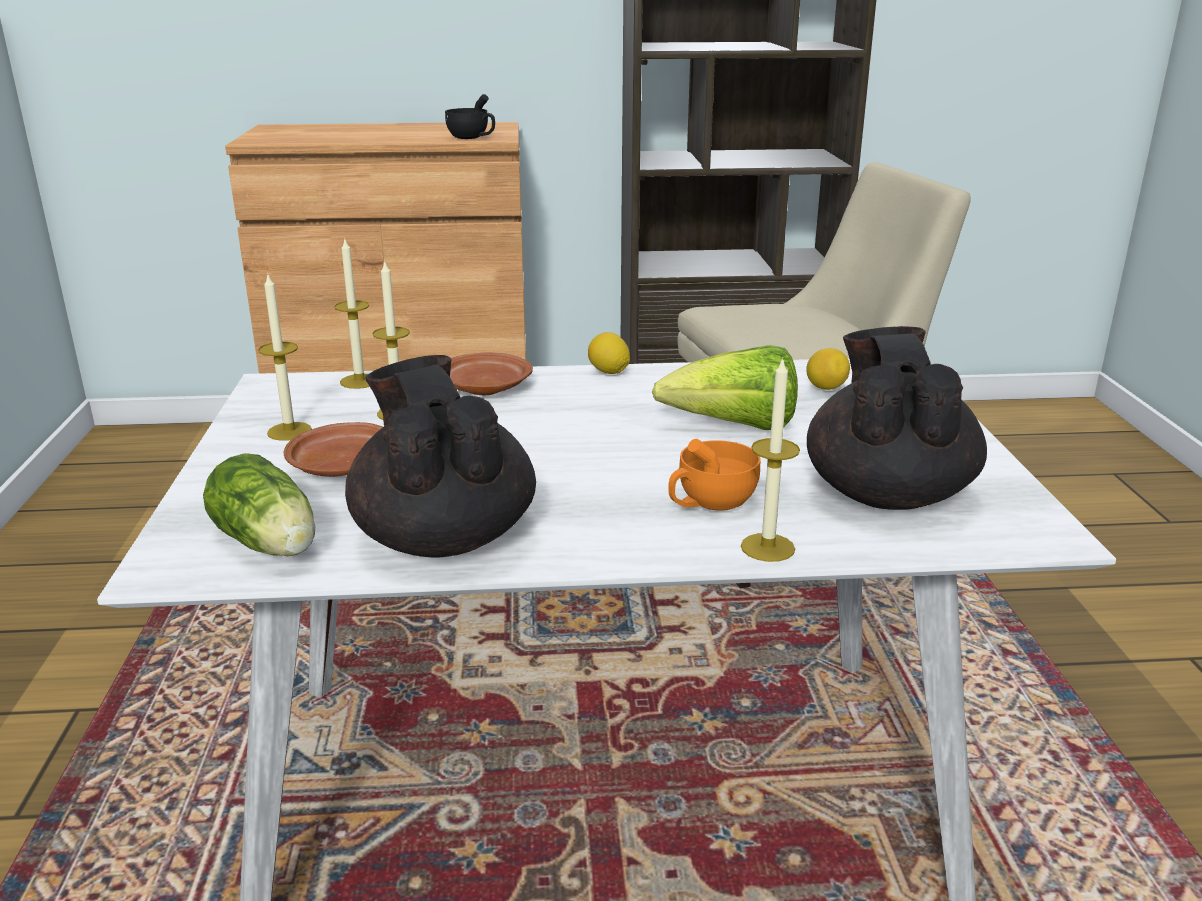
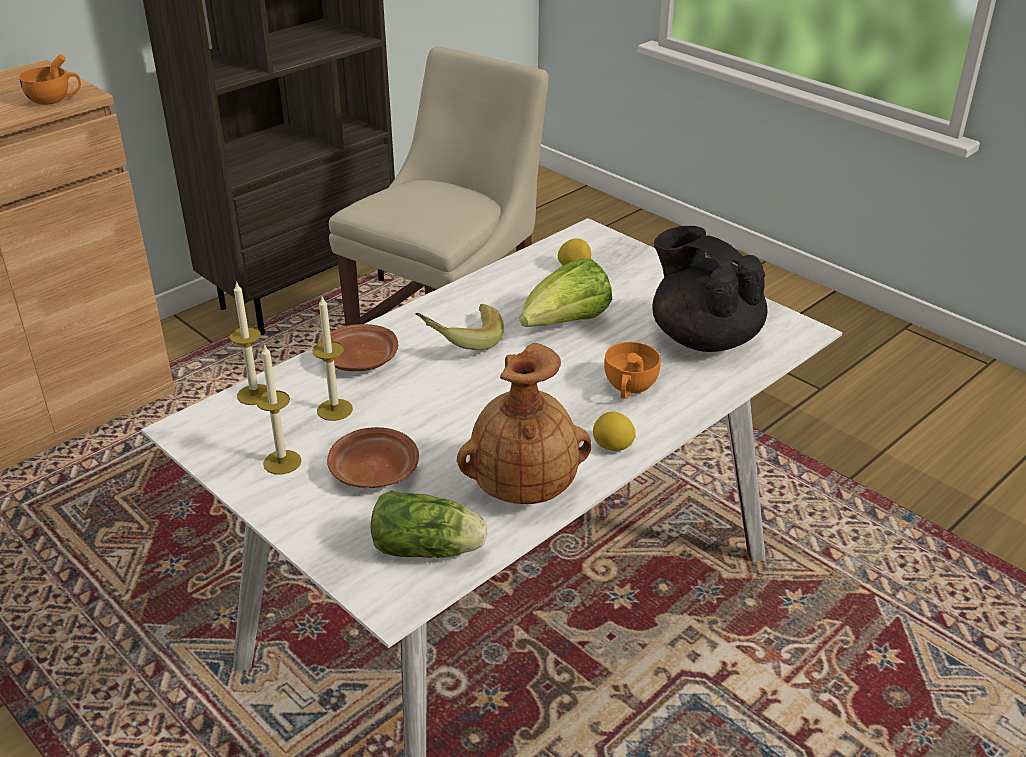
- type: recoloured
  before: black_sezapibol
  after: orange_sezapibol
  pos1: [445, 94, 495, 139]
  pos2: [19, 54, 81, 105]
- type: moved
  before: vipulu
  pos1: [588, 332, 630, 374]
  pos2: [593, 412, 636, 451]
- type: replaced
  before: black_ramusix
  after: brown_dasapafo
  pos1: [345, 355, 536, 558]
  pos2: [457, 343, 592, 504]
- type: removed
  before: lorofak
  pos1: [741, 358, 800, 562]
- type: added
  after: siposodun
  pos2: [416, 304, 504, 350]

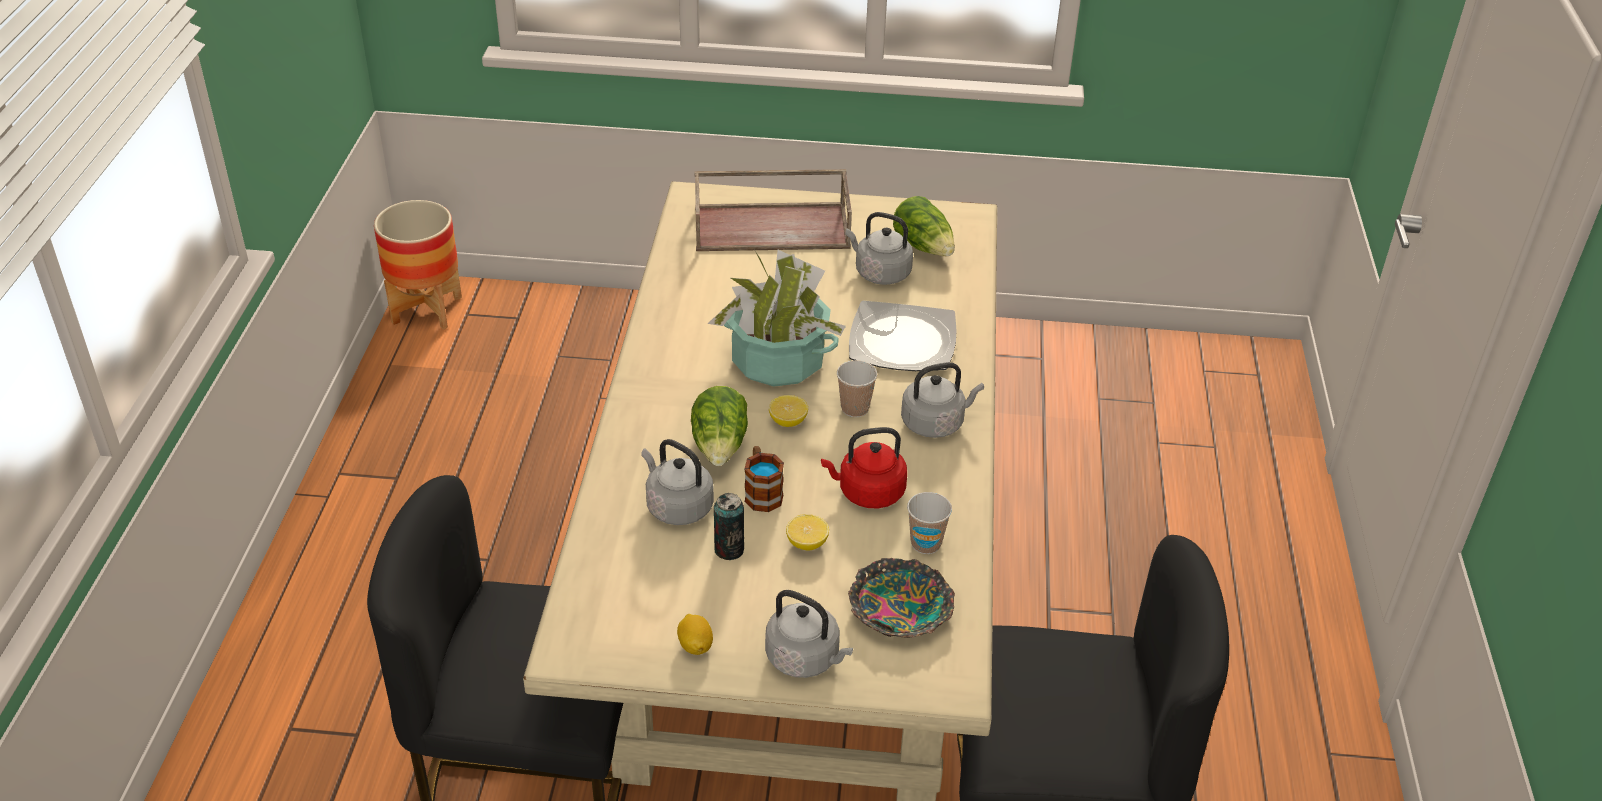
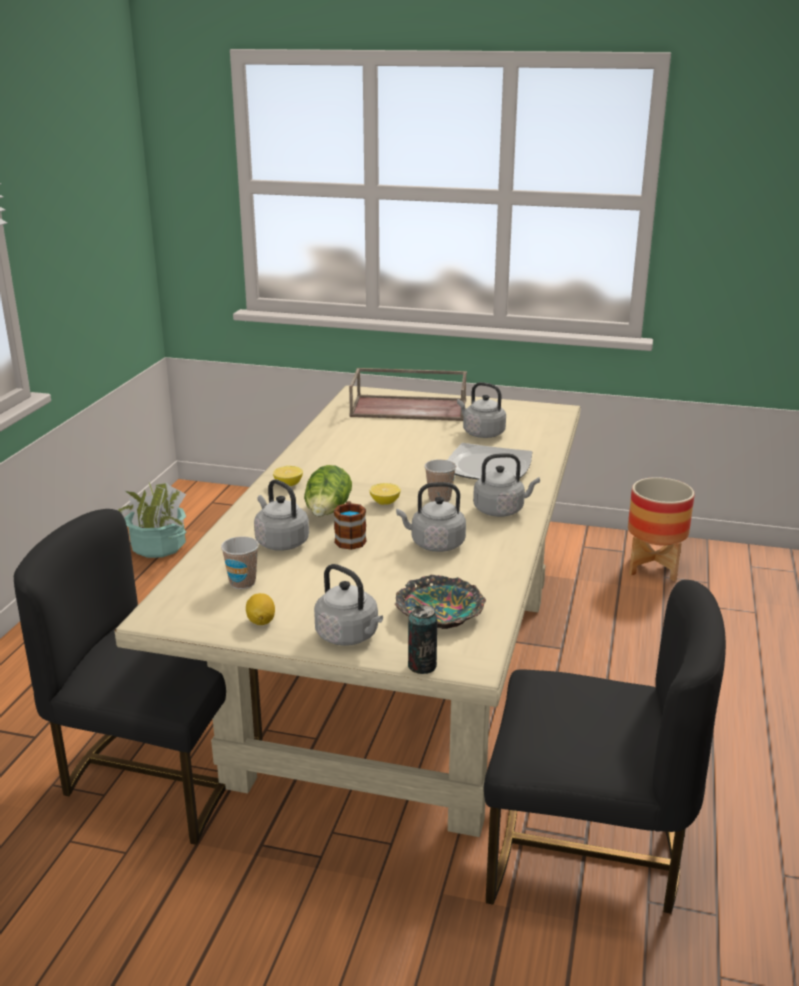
- type: removed
  before: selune
  pos1: [893, 196, 955, 256]
- type: moved
  before: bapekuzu
  pos1: [374, 200, 462, 329]
  pos2: [628, 477, 695, 581]
- type: moved
  before: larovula
  pos1: [707, 250, 846, 387]
  pos2: [117, 482, 186, 558]
- type: recoloured
  before: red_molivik
  after: grey_molivik
  pos1: [821, 427, 907, 508]
  pos2: [396, 482, 466, 552]
- type: moved
  before: sezapibol
  pos1: [907, 492, 952, 554]
  pos2: [221, 536, 259, 589]
- type: moved
  before: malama
  pos1: [714, 493, 744, 560]
  pos2: [408, 605, 437, 674]
- type: moved
  before: vipulu
  pos1: [786, 514, 829, 551]
  pos2: [273, 466, 303, 486]

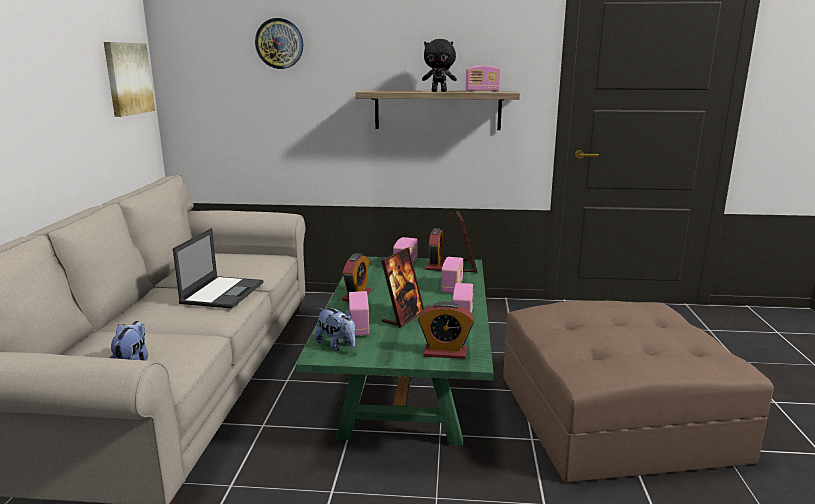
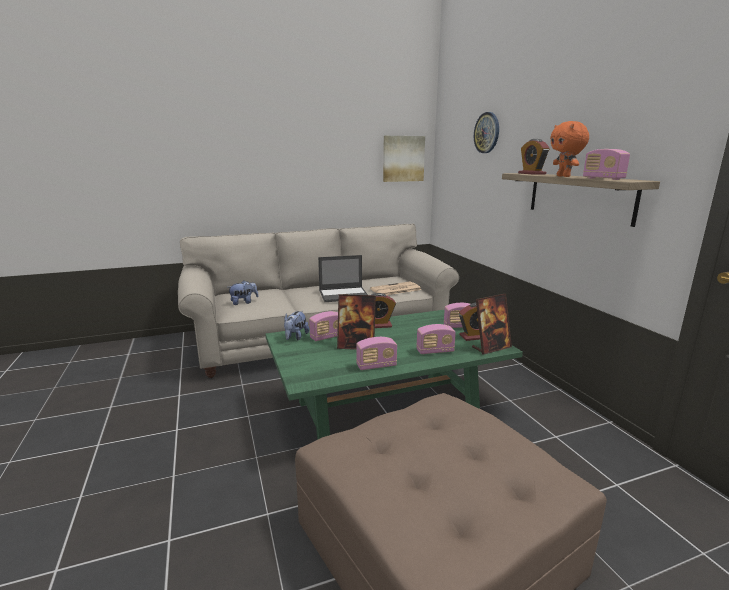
- type: recoloured
  before: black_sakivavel
  after: orange_sakivavel
  pos1: [422, 39, 457, 92]
  pos2: [550, 121, 589, 177]
- type: moved
  before: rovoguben
  pos1: [418, 301, 474, 359]
  pos2: [518, 139, 550, 175]
- type: added
  after: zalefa
  pos2: [370, 281, 422, 295]

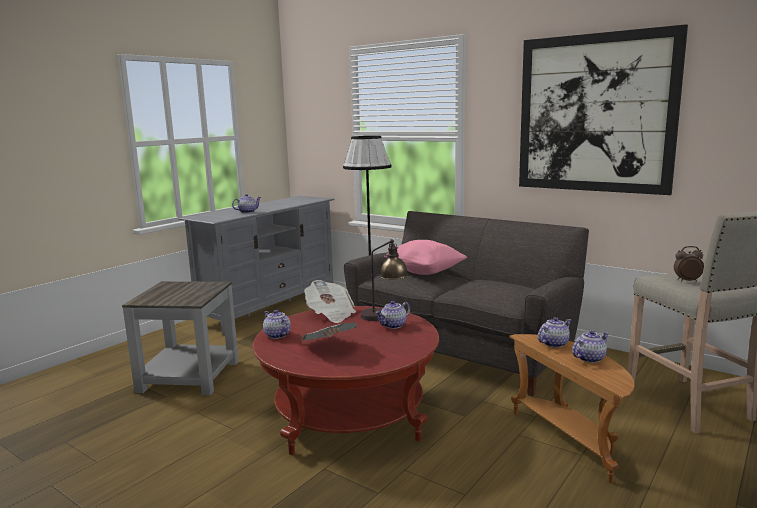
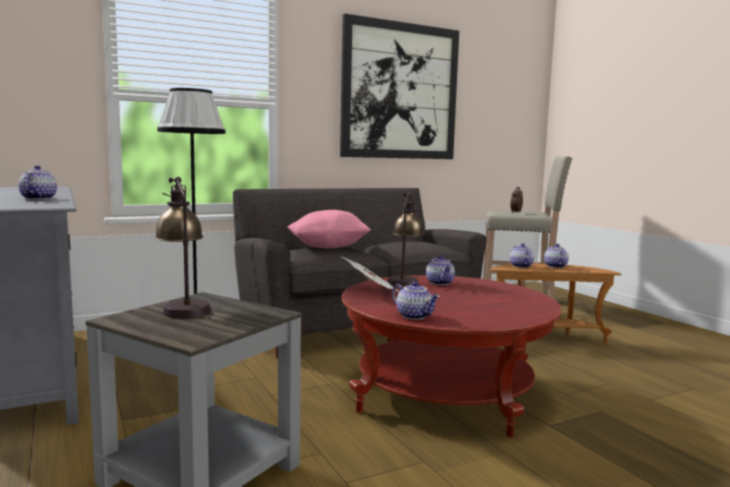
- type: turned
  before: ramusix
  pos1: [263, 310, 291, 339]
  pos2: [392, 281, 440, 320]
  turn: -120
- type: removed
  before: zalefa
  pos1: [302, 322, 357, 341]
- type: added
  after: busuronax
  pos2: [155, 177, 212, 318]

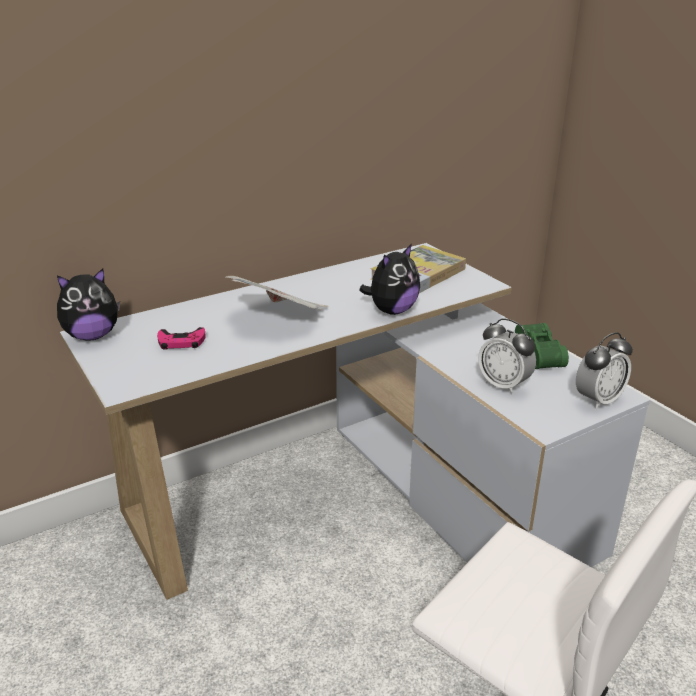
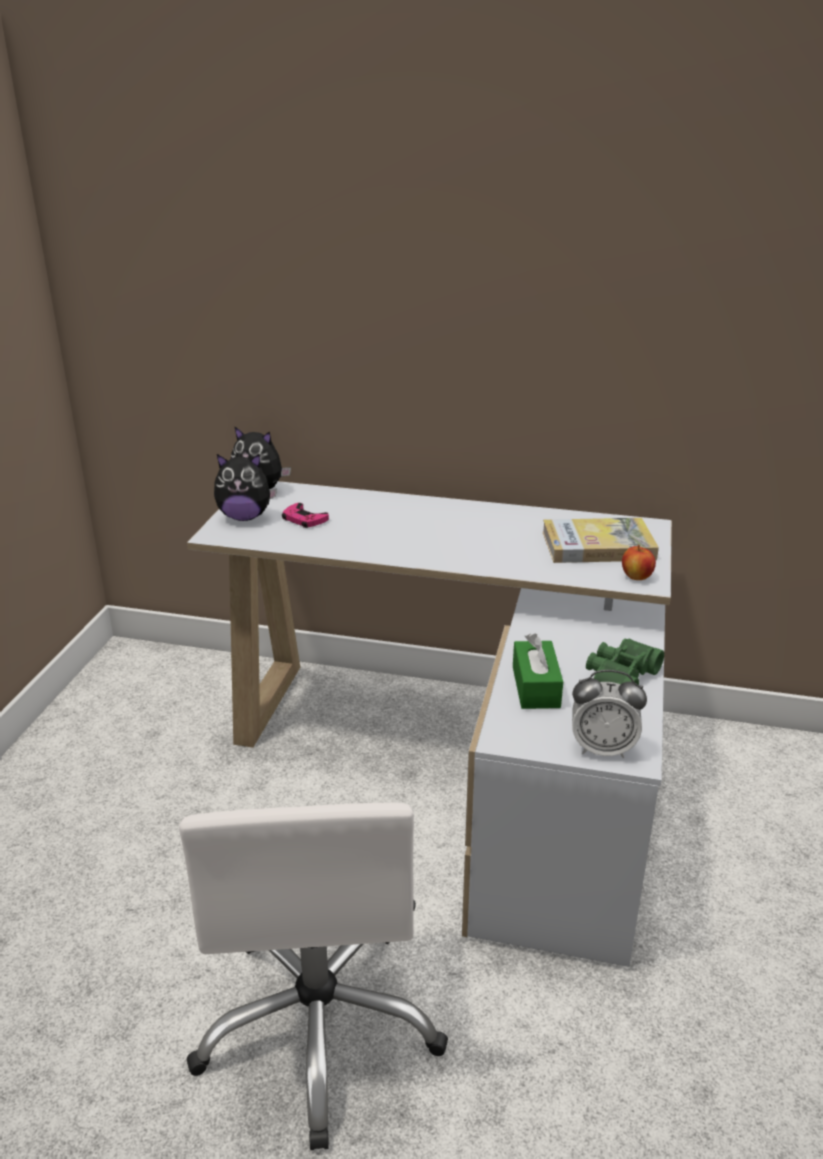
- type: moved
  before: sakivavel
  pos1: [359, 244, 420, 315]
  pos2: [214, 454, 277, 521]
- type: removed
  before: zalefa
  pos1: [225, 276, 328, 310]
- type: replaced
  before: rovoguben
  after: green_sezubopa
  pos1: [478, 318, 536, 394]
  pos2: [513, 633, 563, 709]
- type: added
  after: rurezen
  pos2: [622, 544, 656, 580]

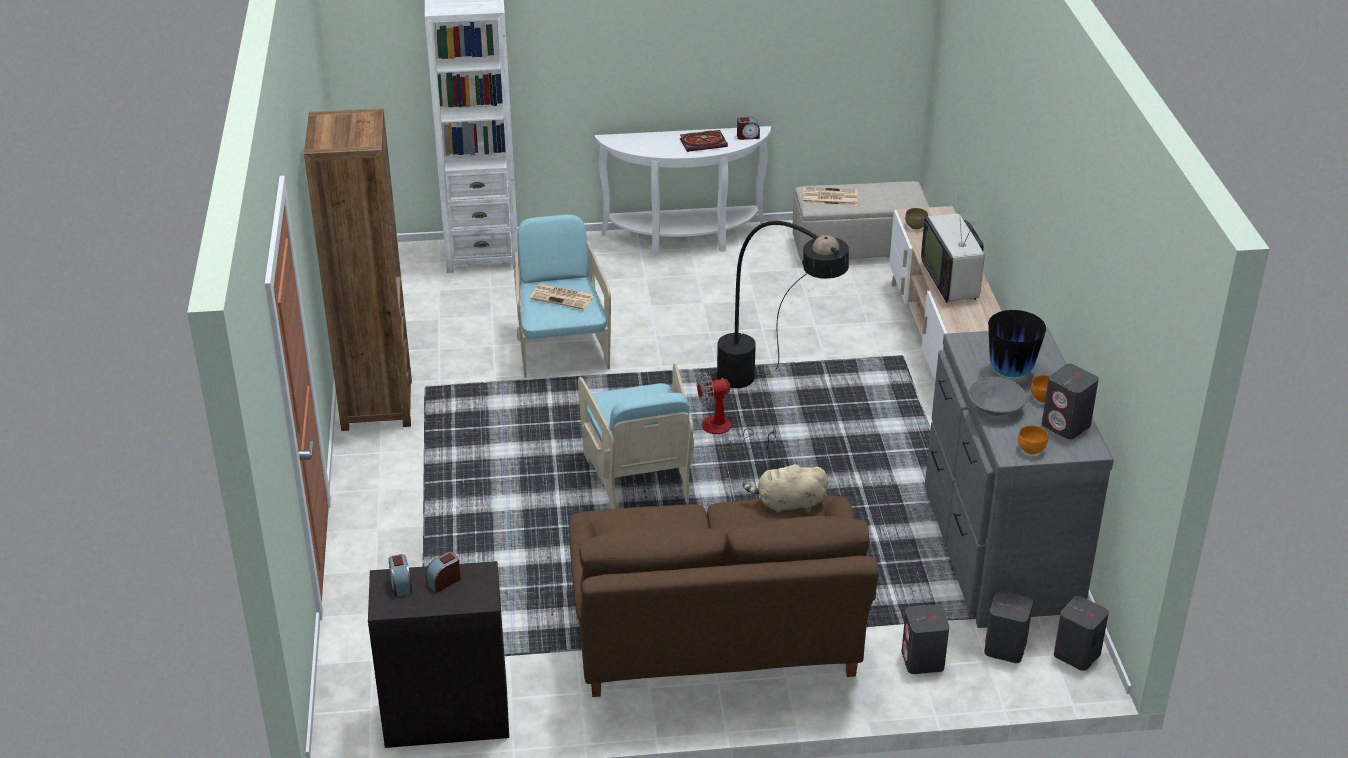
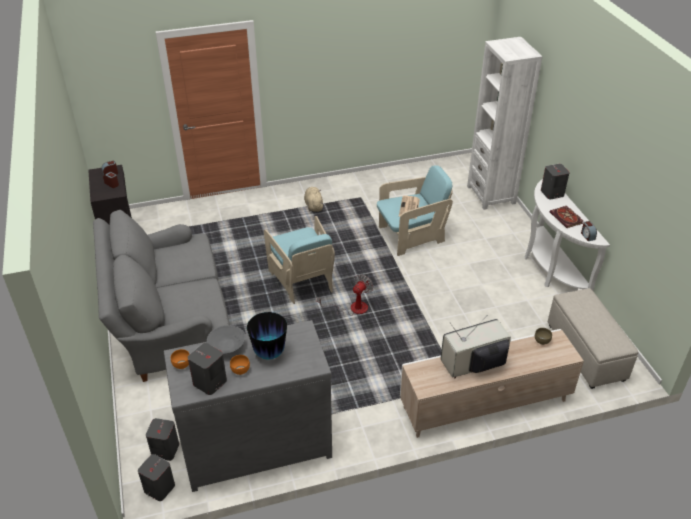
- type: removed
  before: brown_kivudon
  pos1: [304, 108, 412, 431]
- type: removed
  before: zalefa
  pos1: [803, 187, 858, 206]
- type: removed
  before: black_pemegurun
  pos1: [717, 221, 849, 388]
- type: turned
  before: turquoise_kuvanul
  pos1: [578, 363, 694, 509]
  pos2: [264, 216, 335, 304]
  turn: -90
- type: turned
  before: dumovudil
  pos1: [697, 371, 776, 451]
  pos2: [317, 274, 373, 316]
  turn: 60
- type: moved
  before: beige_sakivavel
  pos1: [742, 462, 828, 514]
  pos2: [304, 187, 323, 212]
- type: recoloured
  before: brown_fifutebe
  after: grey_fifutebe
  pos1: [569, 495, 878, 697]
  pos2: [93, 210, 230, 382]
- type: moved
  before: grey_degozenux
  pos1: [901, 604, 949, 674]
  pos2: [541, 164, 570, 199]

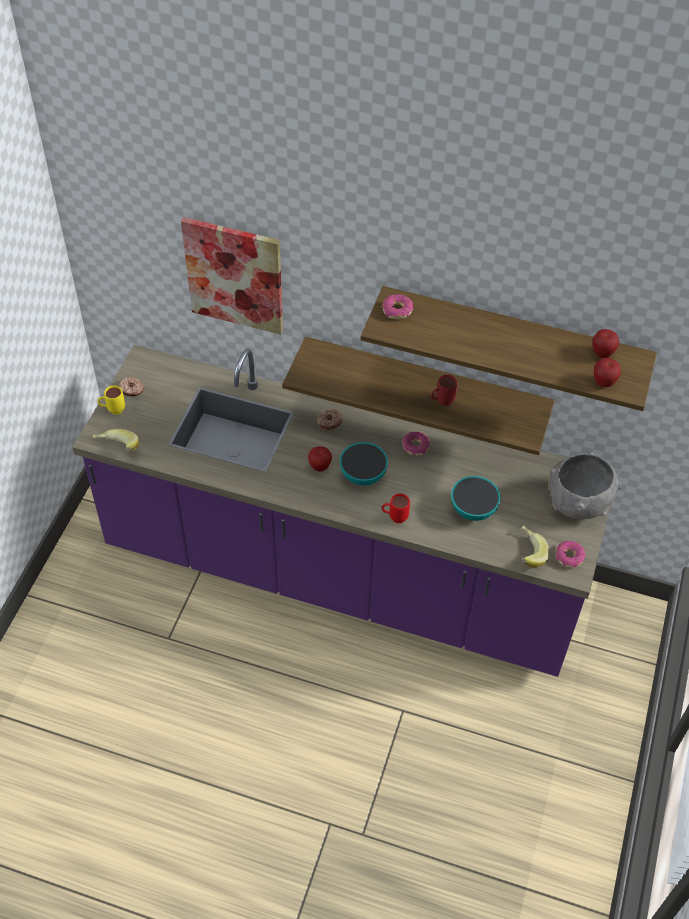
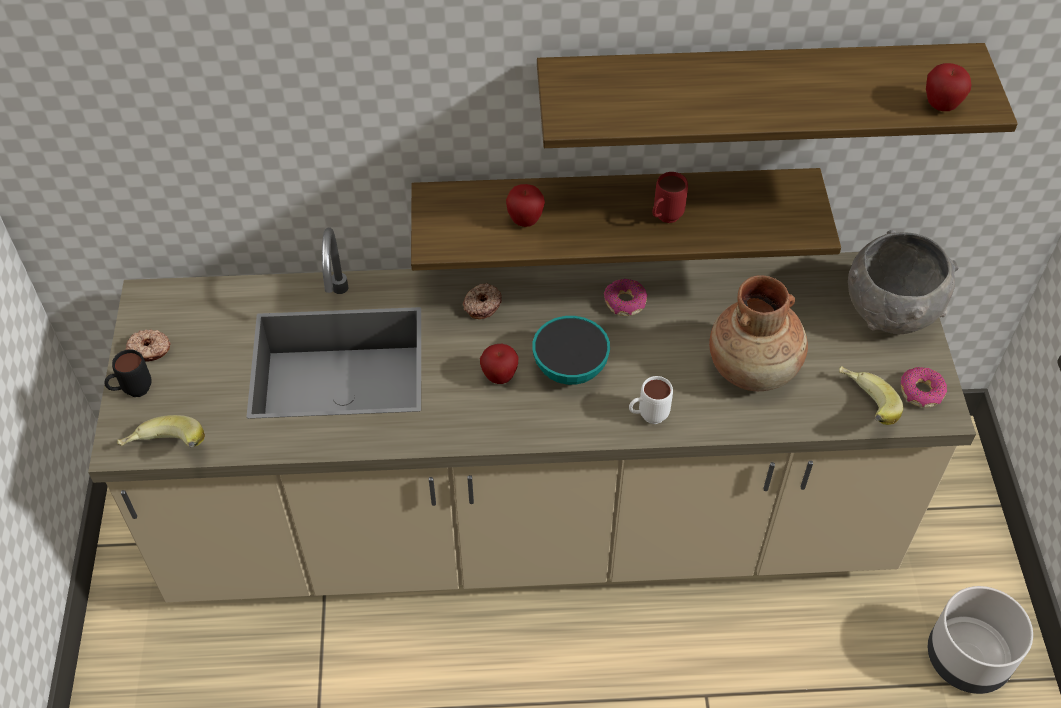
- type: removed
  before: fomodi
  pos1: [181, 217, 283, 335]
- type: removed
  before: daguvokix
  pos1: [383, 294, 413, 319]
- type: moved
  before: rurezen
  pos1: [592, 329, 619, 358]
  pos2: [506, 184, 545, 227]
- type: recoloured
  before: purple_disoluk
  after: beige_disoluk
  pos1: [72, 345, 618, 677]
  pos2: [88, 228, 976, 603]
- type: recoloured
  before: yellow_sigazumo
  after: black_sigazumo
  pos1: [97, 385, 125, 415]
  pos2: [104, 349, 152, 397]
- type: replaced
  before: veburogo
  after: brown_dasapafo
  pos1: [451, 476, 501, 521]
  pos2: [709, 275, 808, 391]
- type: recoloured
  before: red_sigazumo
  after: white_sigazumo
  pos1: [382, 494, 410, 523]
  pos2: [629, 376, 673, 424]
- type: added
  after: grey_bapekuzu
  pos2: [928, 586, 1033, 694]

